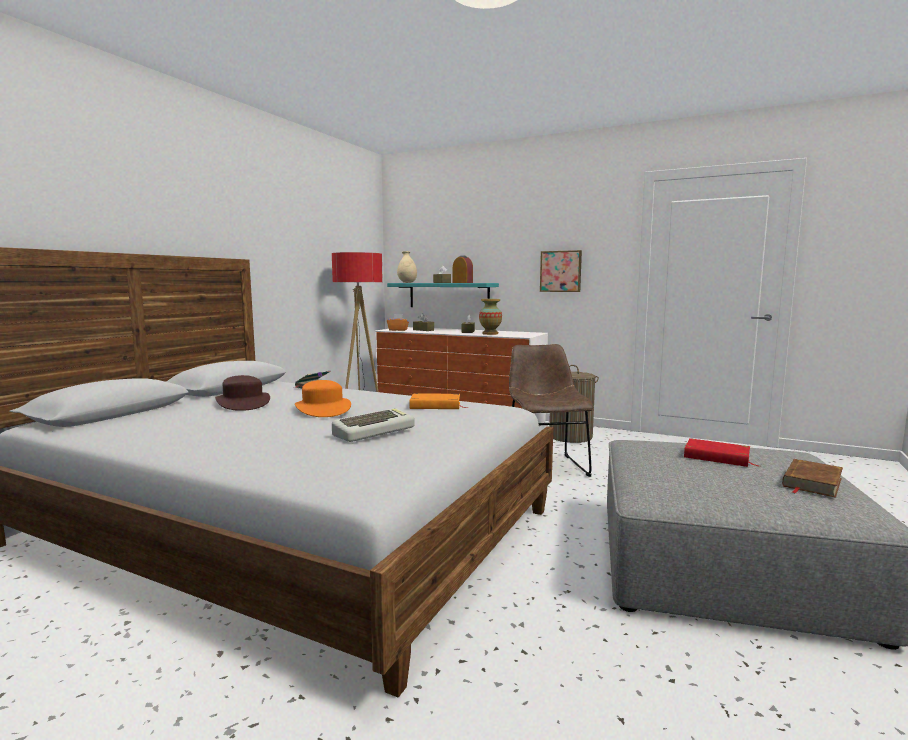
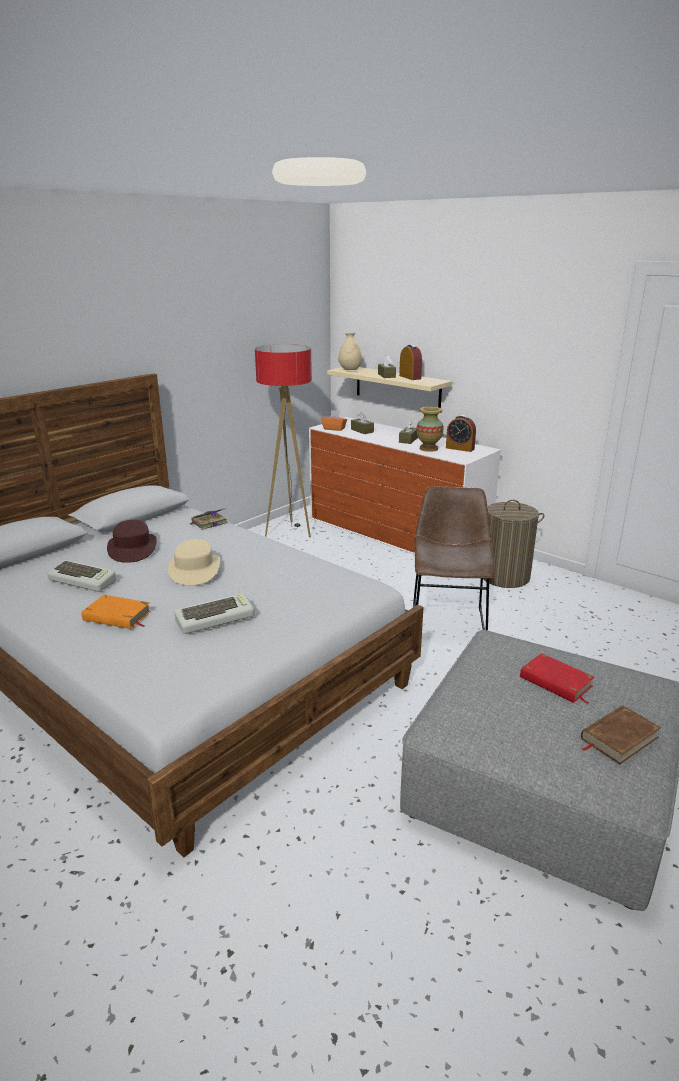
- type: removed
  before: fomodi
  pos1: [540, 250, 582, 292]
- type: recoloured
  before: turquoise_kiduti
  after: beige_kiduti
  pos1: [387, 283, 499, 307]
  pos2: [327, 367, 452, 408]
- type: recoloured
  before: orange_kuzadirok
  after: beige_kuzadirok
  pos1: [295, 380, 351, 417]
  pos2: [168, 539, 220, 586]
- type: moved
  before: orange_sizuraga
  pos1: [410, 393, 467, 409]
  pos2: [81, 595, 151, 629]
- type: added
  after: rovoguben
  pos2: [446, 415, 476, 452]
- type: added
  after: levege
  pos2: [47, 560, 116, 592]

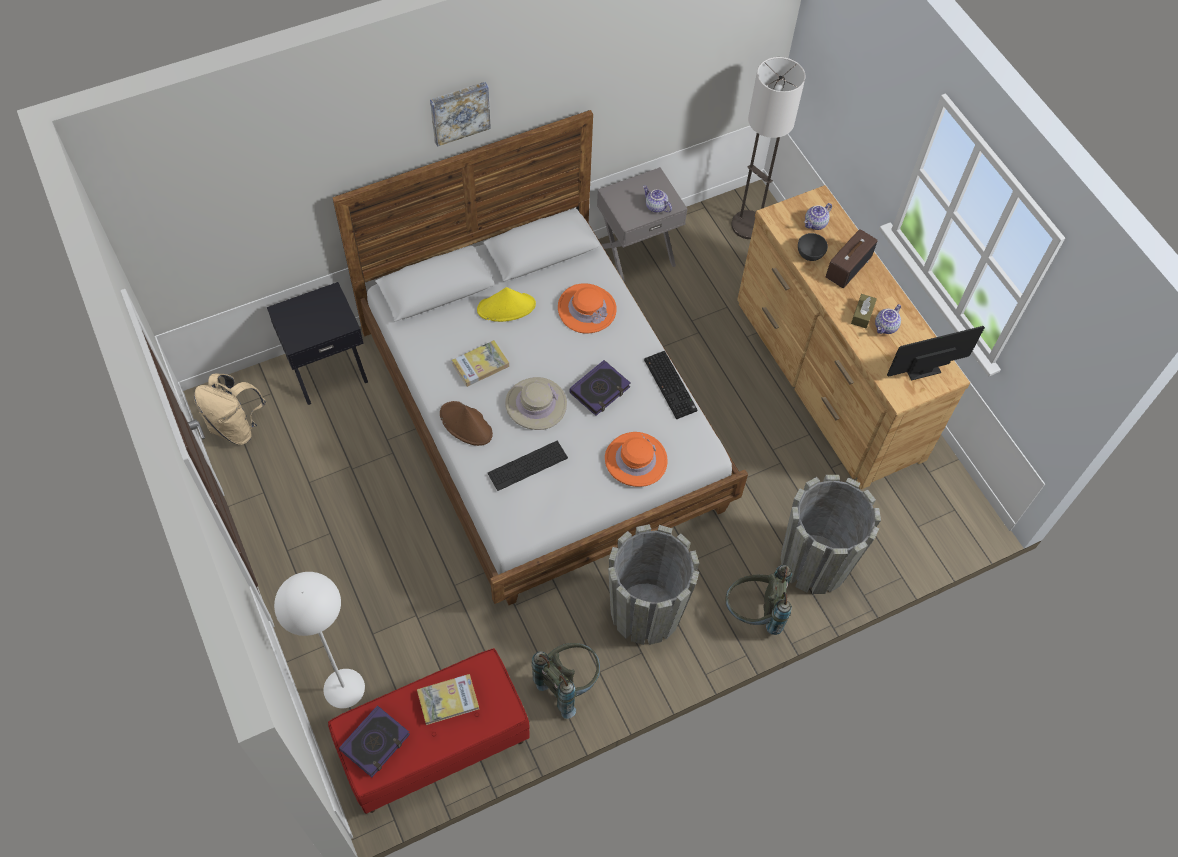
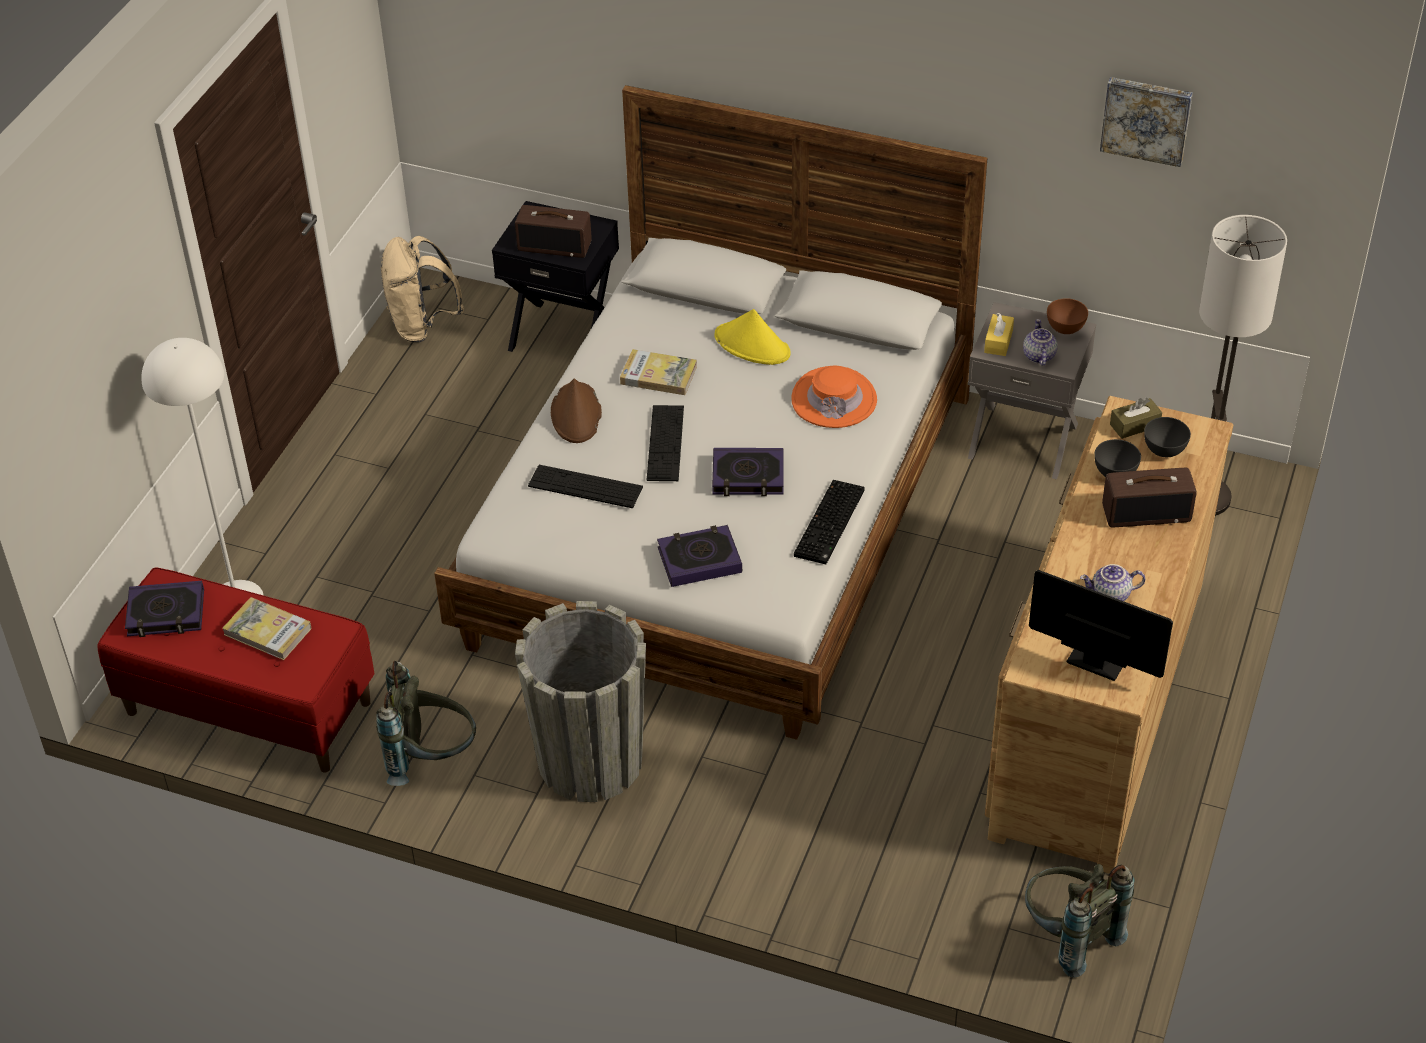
- type: moved
  before: fomodi
  pos1: [430, 82, 491, 147]
  pos2: [1100, 77, 1193, 167]
- type: replaced
  before: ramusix
  after: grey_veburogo
  pos1: [804, 203, 832, 230]
  pos2: [1144, 417, 1191, 457]
- type: moved
  before: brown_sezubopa
  pos1: [851, 294, 877, 328]
  pos2: [1110, 398, 1162, 439]
- type: replaced
  before: beige_kuzadirok
  after: levege
  pos1: [505, 377, 567, 430]
  pos2: [647, 405, 684, 481]
- type: replaced
  before: orange_kuzadirok
  after: sizuraga
  pos1: [605, 432, 668, 487]
  pos2: [657, 525, 742, 587]
- type: removed
  before: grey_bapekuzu
  pos1: [781, 475, 881, 594]
- type: moved
  before: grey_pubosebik
  pos1: [725, 565, 792, 635]
  pos2: [1025, 864, 1134, 978]
- type: added
  after: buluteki
  pos2: [515, 205, 592, 258]
- type: added
  after: brown_veburogo
  pos2: [1047, 298, 1088, 334]
- type: added
  after: yellow_sezubopa
  pos2: [984, 313, 1014, 356]

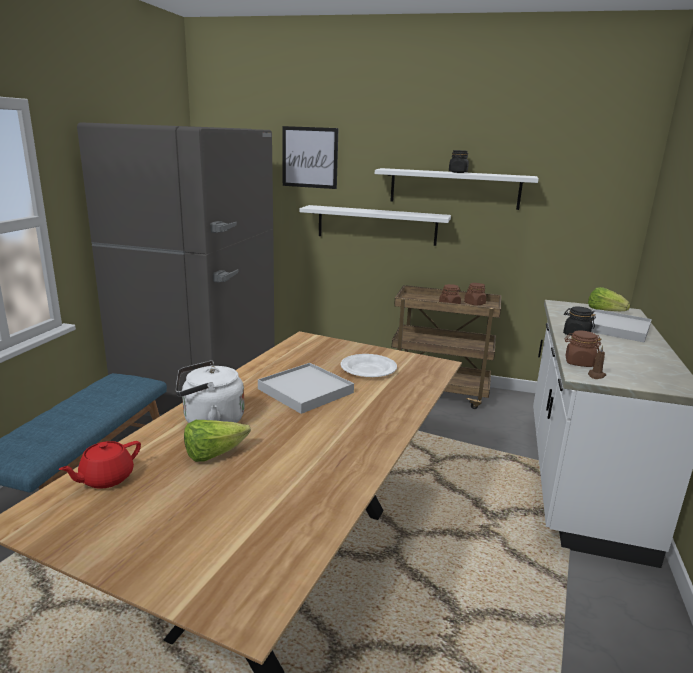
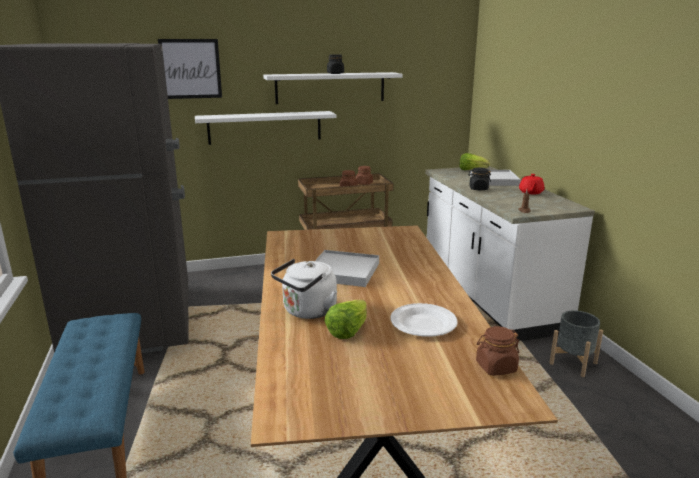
- type: moved
  before: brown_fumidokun
  pos1: [565, 330, 602, 367]
  pos2: [476, 326, 519, 376]
- type: moved
  before: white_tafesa
  pos1: [341, 354, 397, 377]
  pos2: [391, 303, 458, 337]
- type: moved
  before: red_ramusix
  pos1: [58, 441, 141, 489]
  pos2: [519, 174, 544, 195]
- type: added
  after: grey_bapekuzu
  pos2: [550, 311, 603, 377]

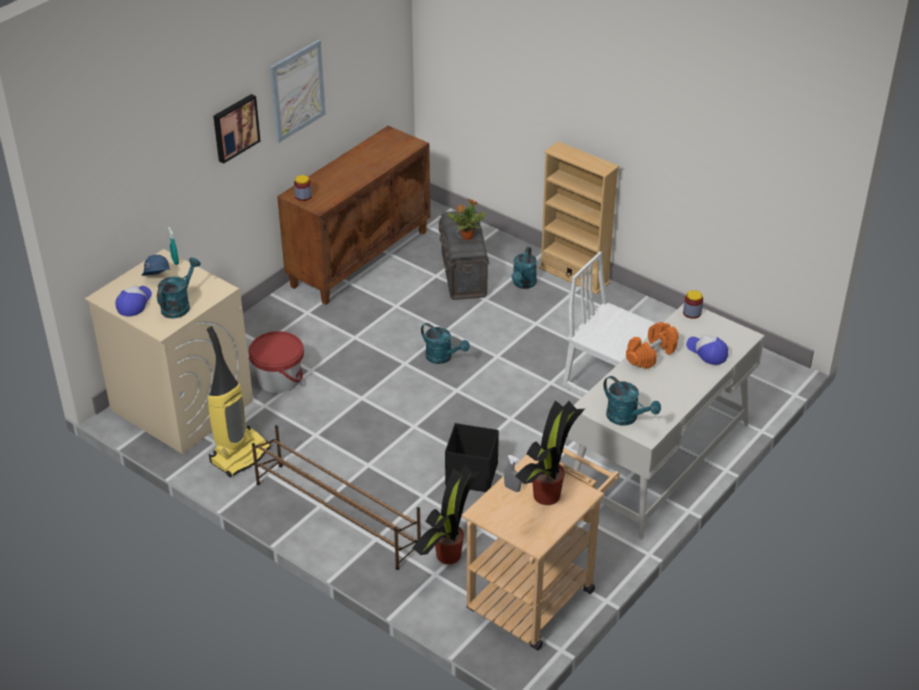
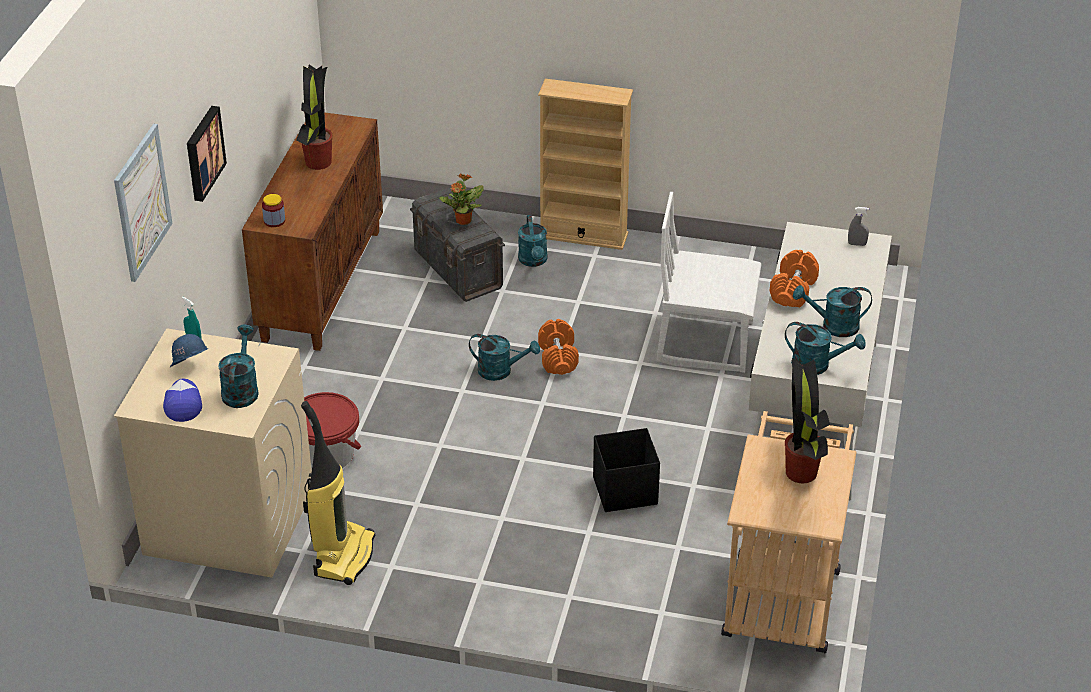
- type: moved
  before: fomodi
  pos1: [270, 40, 326, 143]
  pos2: [114, 124, 173, 282]
- type: removed
  before: fumidokun
  pos1: [683, 290, 703, 319]
- type: removed
  before: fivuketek
  pos1: [686, 335, 728, 365]
- type: removed
  before: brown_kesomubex
  pos1: [252, 425, 421, 570]
- type: moved
  before: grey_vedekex
  pos1: [504, 455, 521, 492]
  pos2: [848, 207, 869, 246]
- type: moved
  before: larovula
  pos1: [412, 465, 480, 564]
  pos2: [296, 64, 333, 170]
- type: added
  after: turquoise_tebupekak
  pos2: [793, 285, 872, 337]
- type: added
  after: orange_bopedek
  pos2: [538, 319, 579, 375]

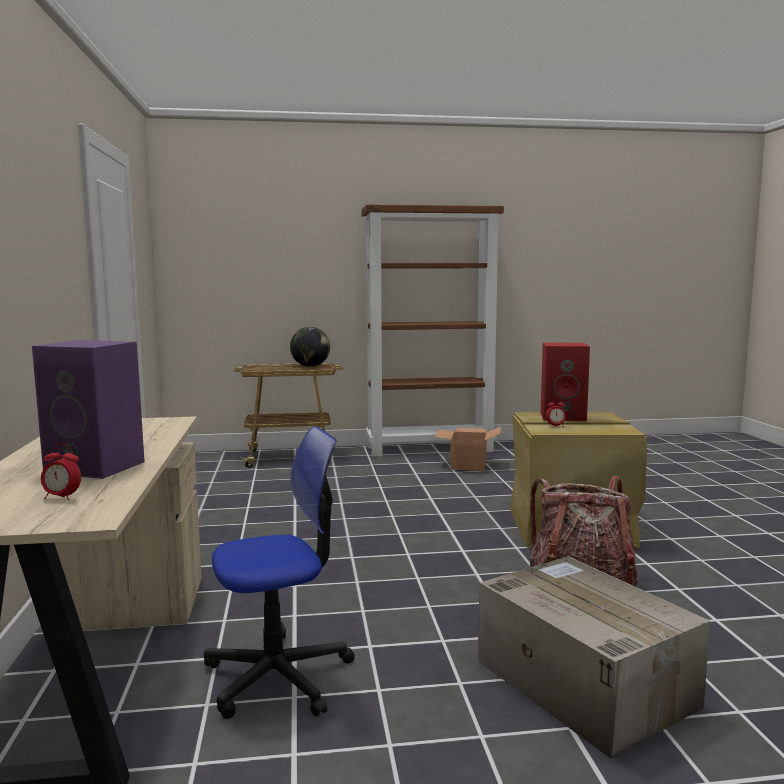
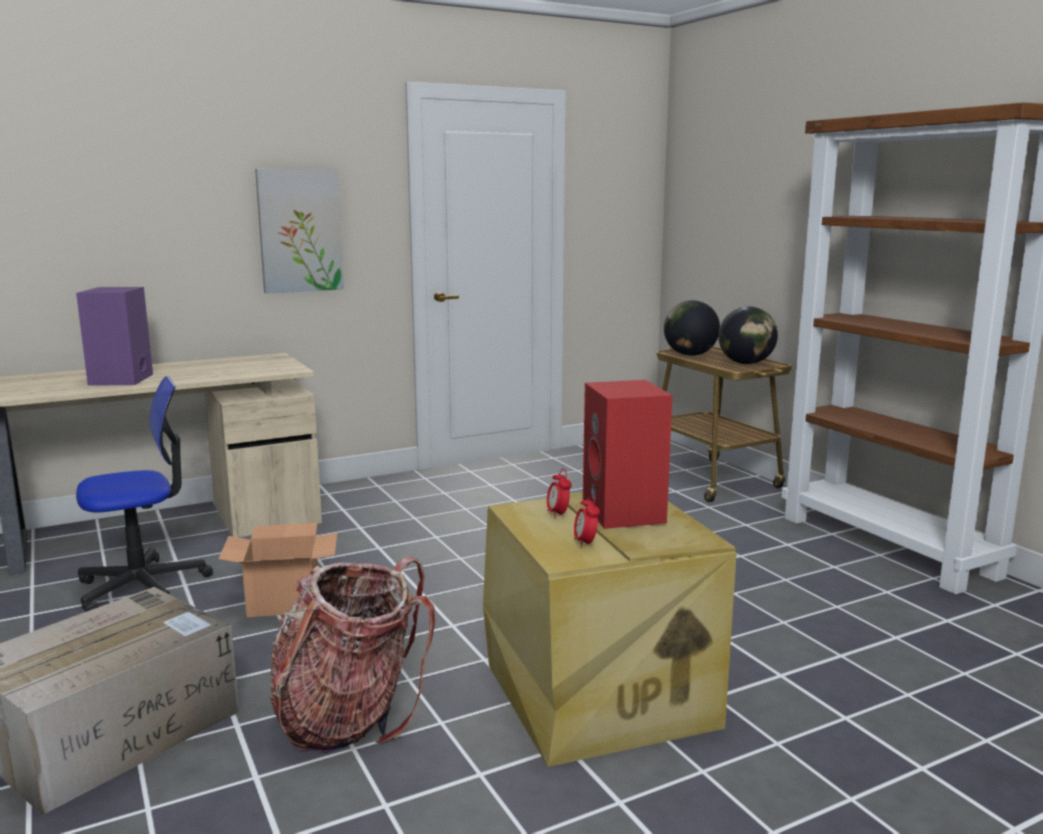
- type: turned
  before: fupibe
  pos1: [204, 426, 355, 719]
  pos2: [76, 376, 213, 612]
  turn: -75
- type: moved
  before: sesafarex
  pos1: [435, 427, 501, 471]
  pos2: [219, 523, 338, 617]
- type: moved
  before: rovoguben
  pos1: [41, 444, 81, 500]
  pos2: [574, 494, 600, 548]
- type: added
  after: fomodi
  pos2: [255, 169, 344, 294]
- type: added
  after: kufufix
  pos2: [664, 300, 720, 356]

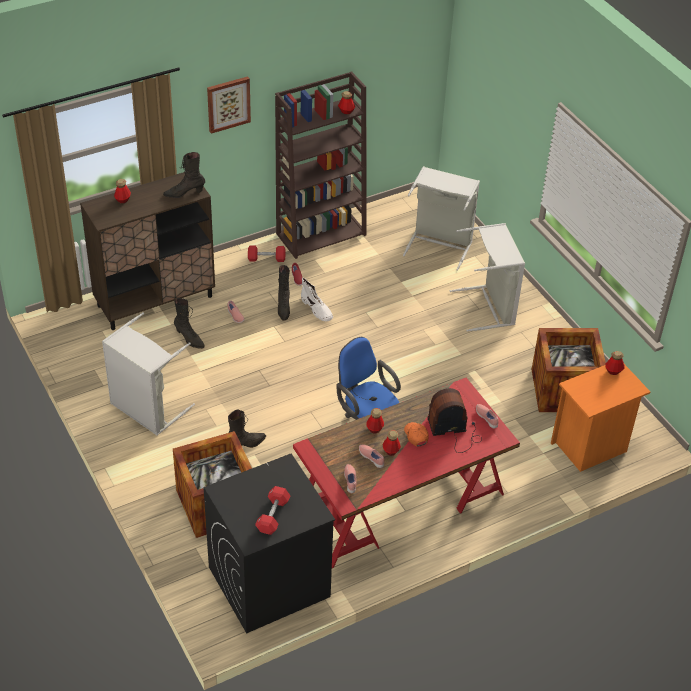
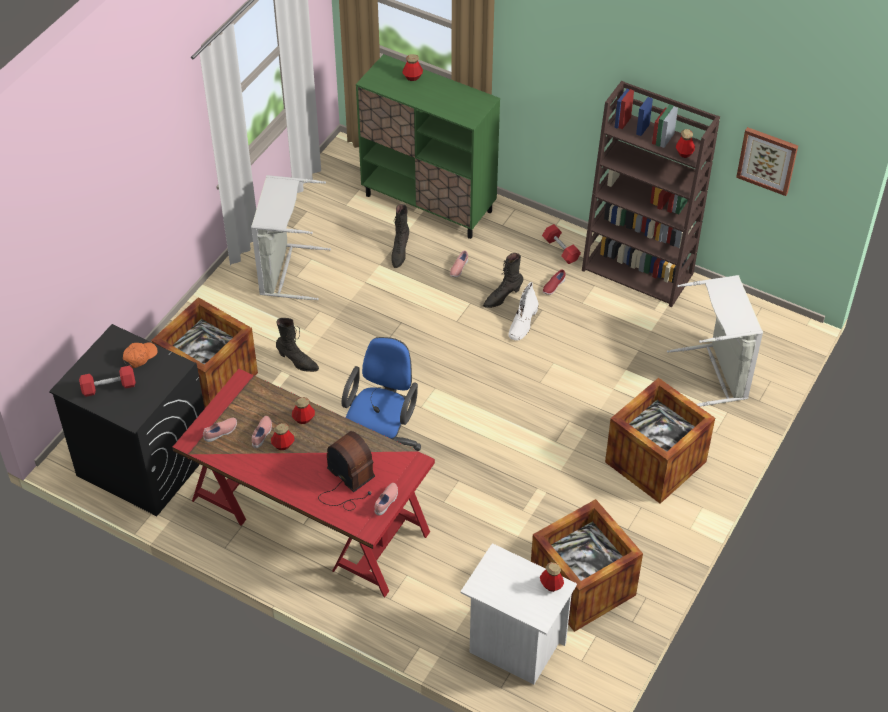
- type: moved
  before: fomodi
  pos1: [207, 76, 251, 134]
  pos2: [736, 127, 798, 196]
- type: removed
  before: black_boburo
  pos1: [163, 152, 205, 198]
- type: recoloured
  before: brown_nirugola
  after: green_nirugola
  pos1: [80, 172, 215, 330]
  pos2: [356, 54, 500, 239]
- type: replaced
  before: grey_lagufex
  after: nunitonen
  pos1: [450, 223, 525, 332]
  pos2: [605, 378, 715, 504]
- type: recoloured
  before: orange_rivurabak
  after: white_rivurabak
  pos1: [551, 364, 650, 472]
  pos2: [460, 543, 577, 685]
- type: moved
  before: orange_fivuketek
  pos1: [404, 422, 429, 447]
  pos2: [123, 342, 158, 368]

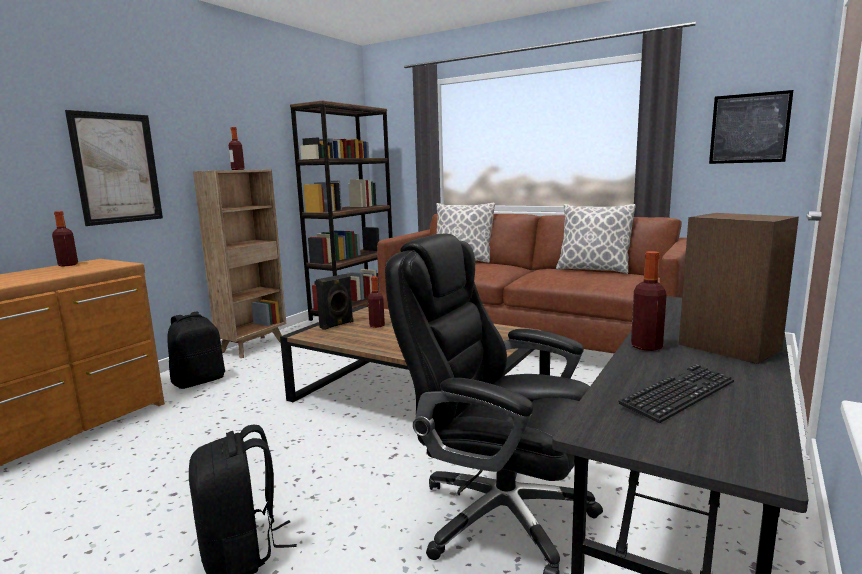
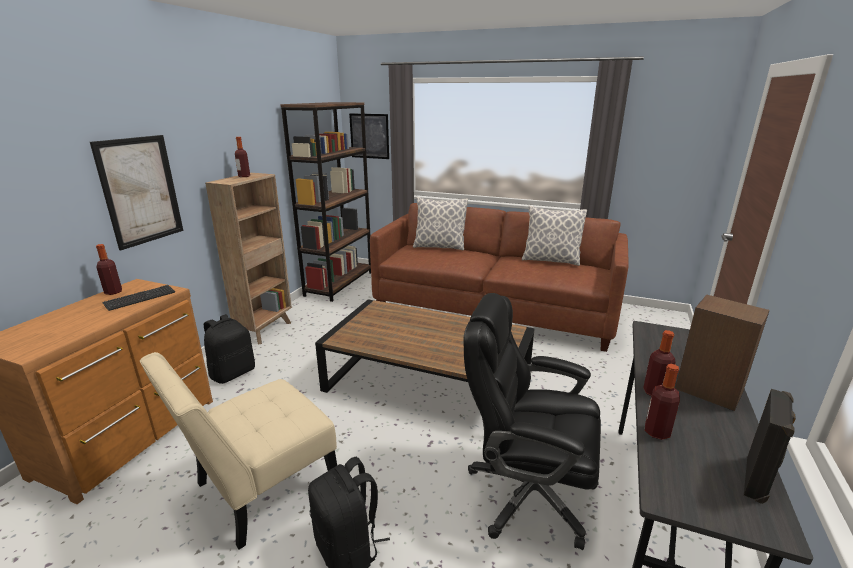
- type: moved
  before: fomodi
  pos1: [709, 90, 793, 164]
  pos2: [349, 113, 389, 159]
- type: moved
  before: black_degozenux
  pos1: [316, 274, 354, 330]
  pos2: [744, 389, 796, 504]
- type: moved
  before: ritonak
  pos1: [368, 276, 385, 328]
  pos2: [645, 364, 680, 440]
- type: moved
  before: levege
  pos1: [618, 364, 734, 423]
  pos2: [102, 285, 175, 311]
- type: added
  after: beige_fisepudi
  pos2: [140, 352, 337, 550]

